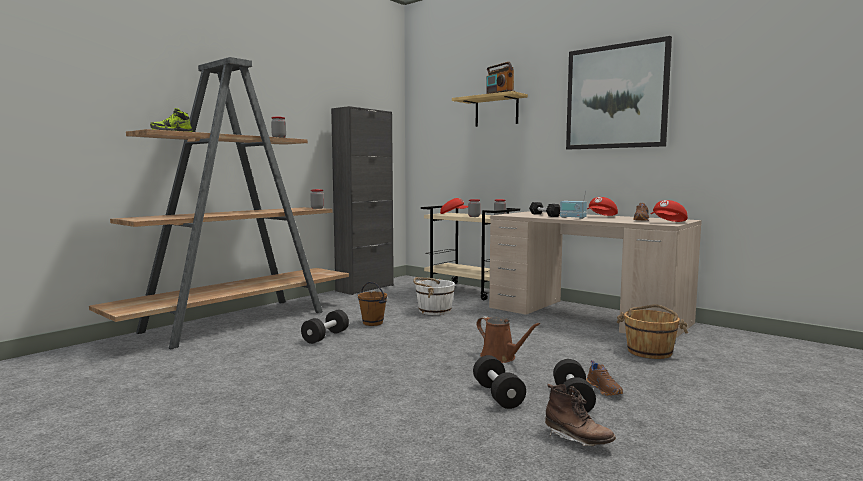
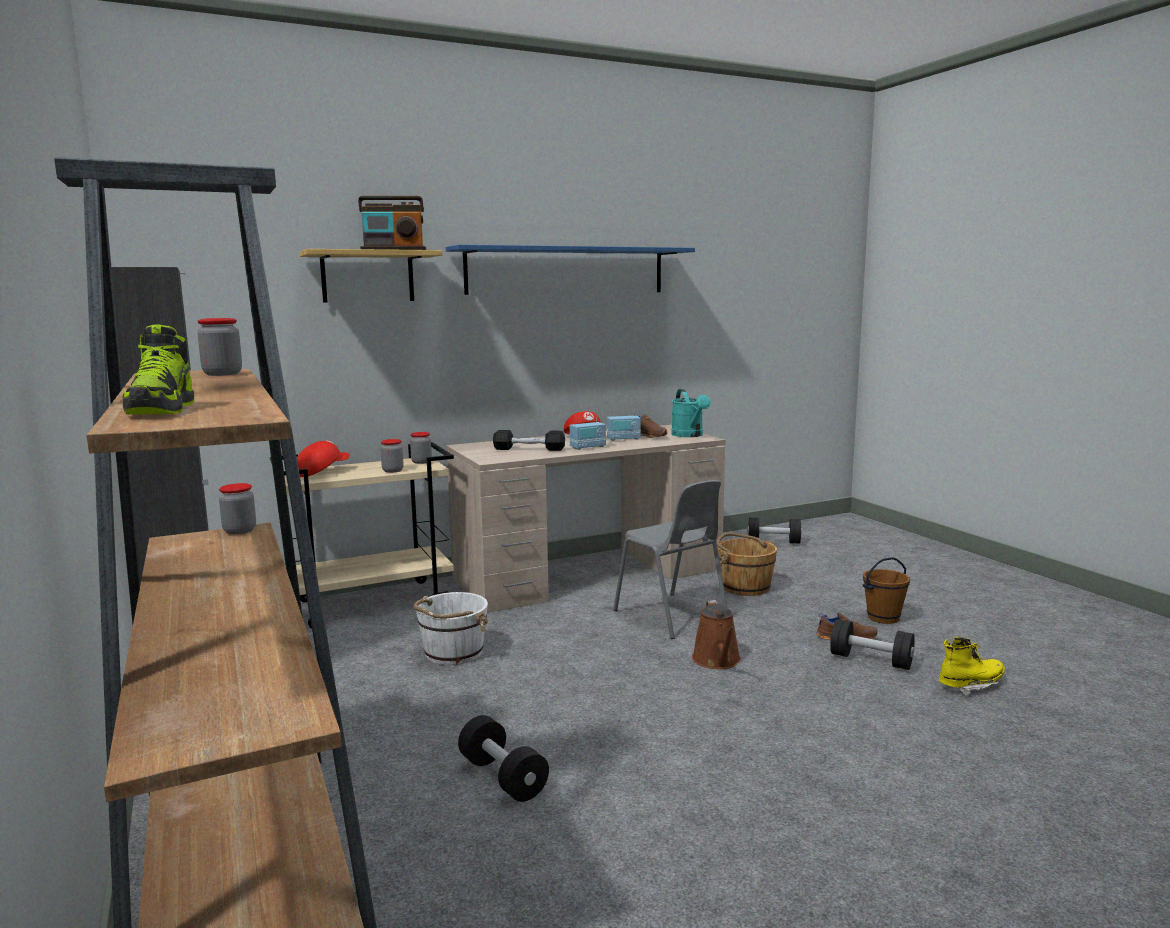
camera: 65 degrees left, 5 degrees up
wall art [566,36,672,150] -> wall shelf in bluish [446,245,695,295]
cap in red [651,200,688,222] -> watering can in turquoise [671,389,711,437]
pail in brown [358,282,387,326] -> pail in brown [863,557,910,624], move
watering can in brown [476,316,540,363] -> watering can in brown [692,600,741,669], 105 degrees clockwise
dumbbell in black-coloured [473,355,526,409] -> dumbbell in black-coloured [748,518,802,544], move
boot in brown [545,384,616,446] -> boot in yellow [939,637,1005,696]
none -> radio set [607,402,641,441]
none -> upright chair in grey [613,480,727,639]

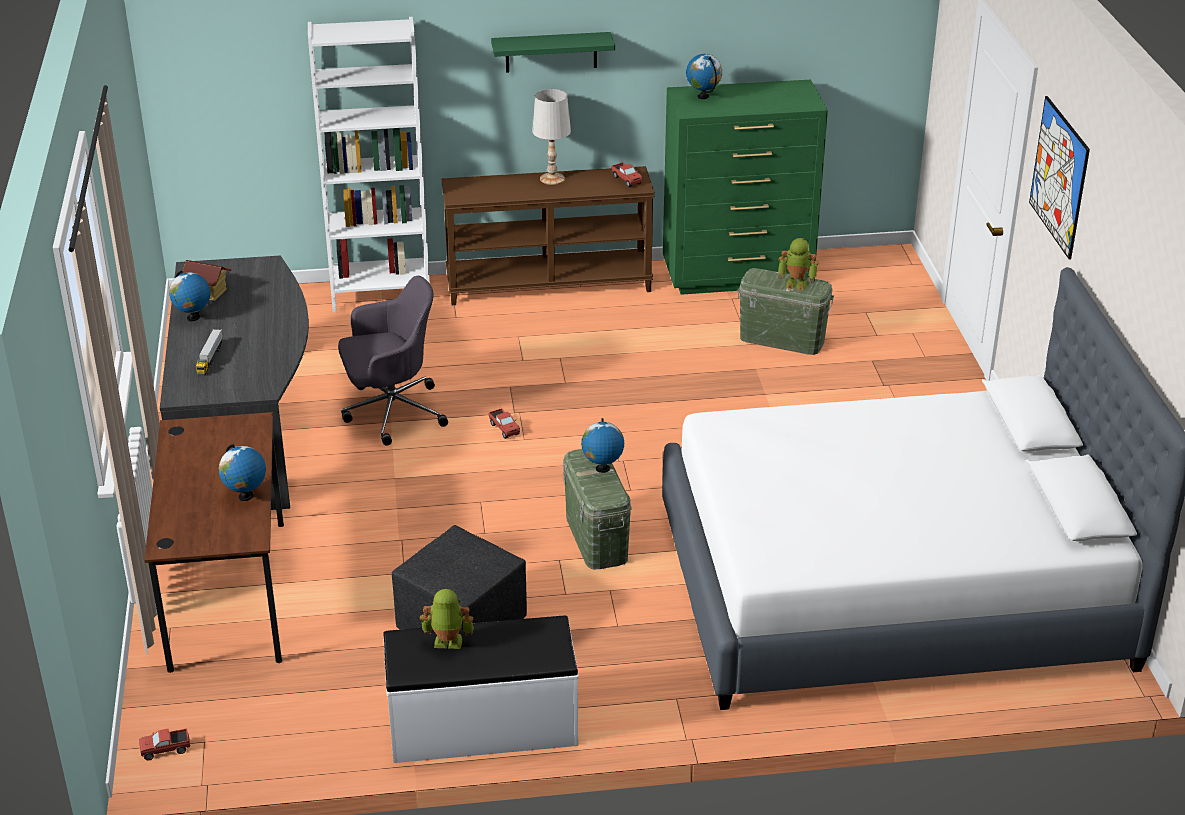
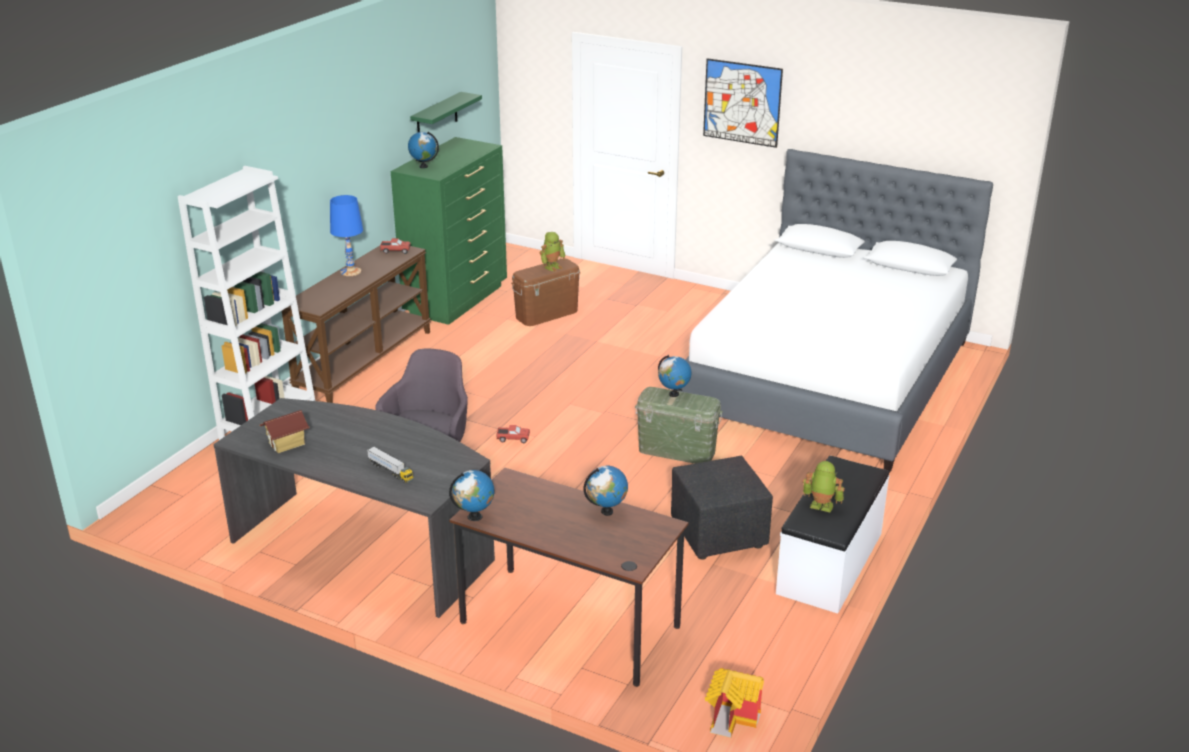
camera: 55 degrees left, 5 degrees down
wall shelf in green-coloured [491,32,615,73] -> wall shelf in green-coloured [410,92,482,132], move
tabletop lamp in whitish [532,89,571,185] -> tabletop lamp in bluish [330,195,363,276]
storage container in green-coloured [737,268,834,355] -> storage container in brown [511,259,580,326]
globe [169,270,210,321] -> globe [449,470,494,520], move
toy robot [420,589,474,649] -> toy robot [803,461,845,512], 75 degrees clockwise
toy truck [139,728,190,760] -> miniature house [705,668,764,738]

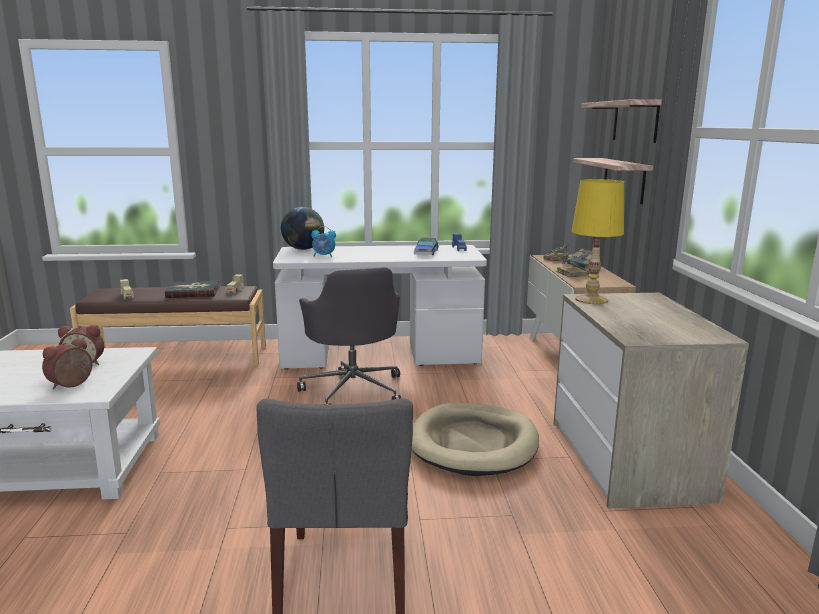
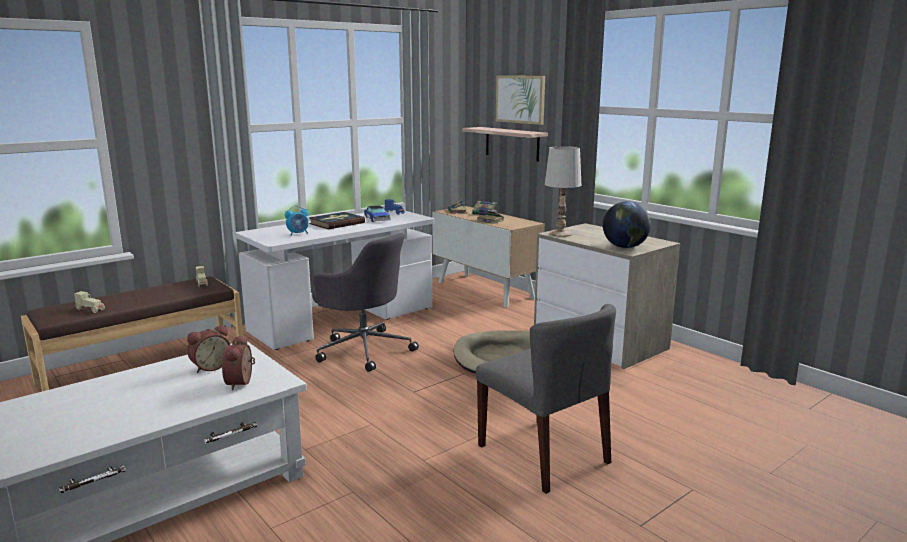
camera: 35 degrees left, 0 degrees up
wall shelf [581,99,662,143] -> wall art [496,76,545,125]
tabletop lamp in yellow [572,179,624,304] -> tabletop lamp in whitish [545,146,581,237]
globe [281,207,324,250] -> globe [603,201,651,248], move
book [165,281,220,298] -> book [309,212,365,229], move

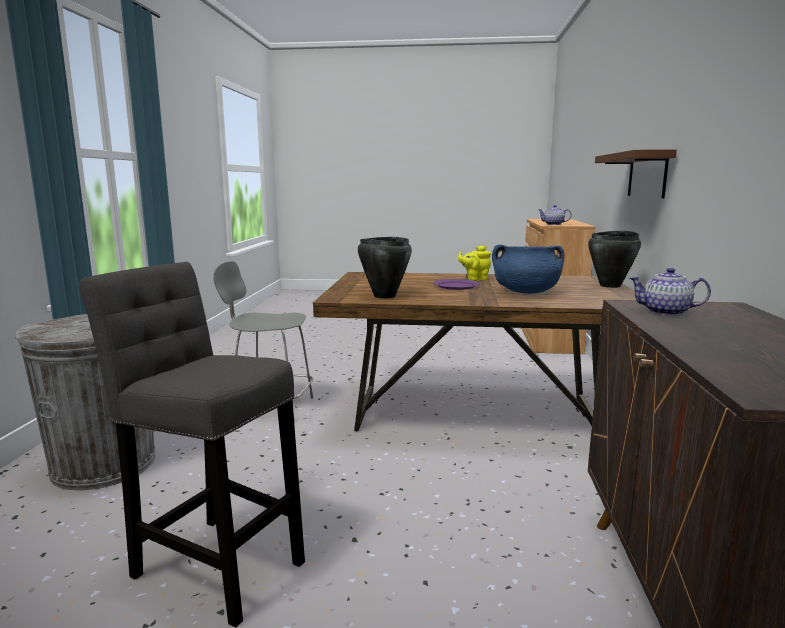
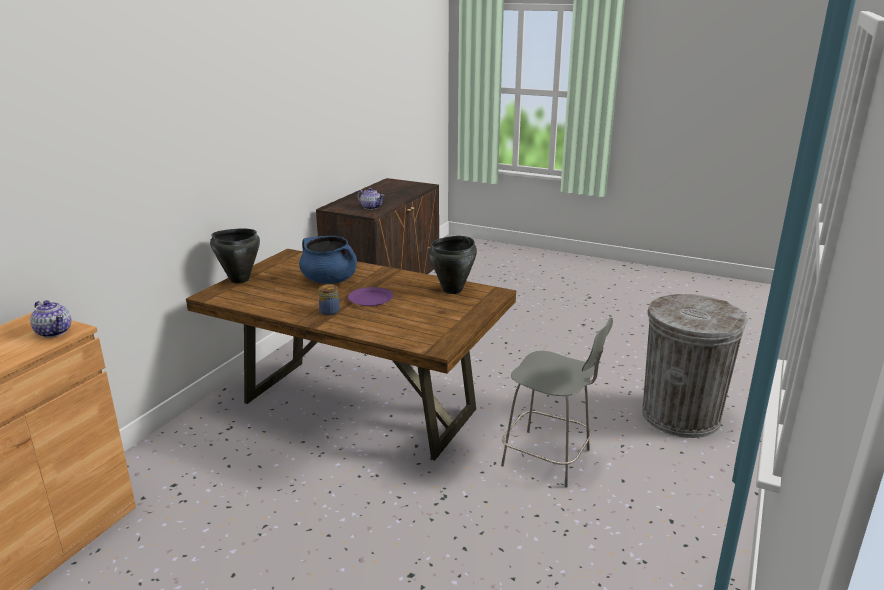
camera: 160 degrees left, 10 degrees up
wall shelf in brown [595,149,677,199] -> none
teapot in yellow [458,246,491,281] -> storage jar [319,284,340,316]
stool seat in grey [79,262,305,628] -> none

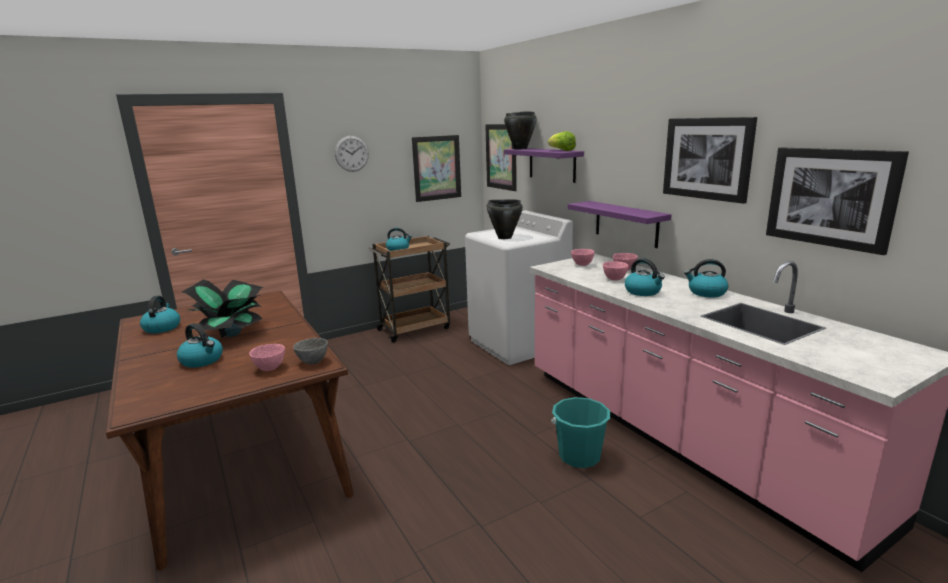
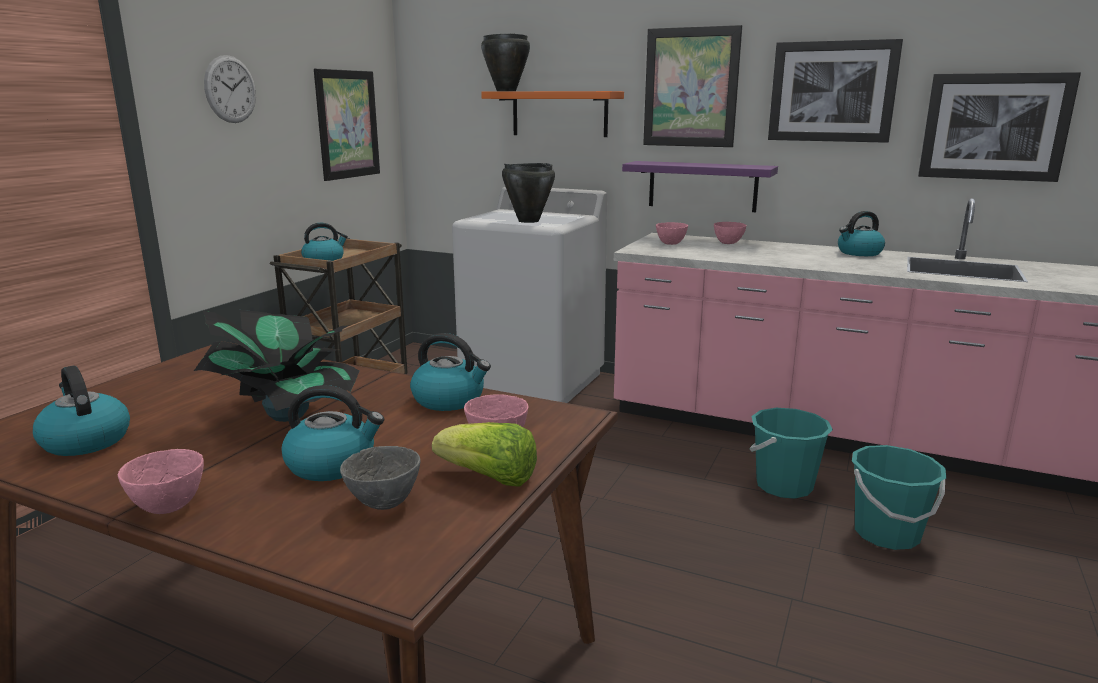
camera: 35 degrees left, 0 degrees up
wall art [485,124,517,191] -> wall art [643,25,742,147], move
lettuce [548,131,576,151] -> lettuce [432,422,537,487], move
wall shelf in purple [504,148,584,183] -> wall shelf in orange-coloured [481,91,624,137]
kettle [625,258,665,296] -> kettle [410,333,491,411], move
bowl in pink [603,261,629,281] -> bowl in pink [118,449,204,514], move
bowl in grey [293,338,328,365] -> bowl in grey [340,446,420,510], move
none -> pail in turquoise [852,445,946,550]

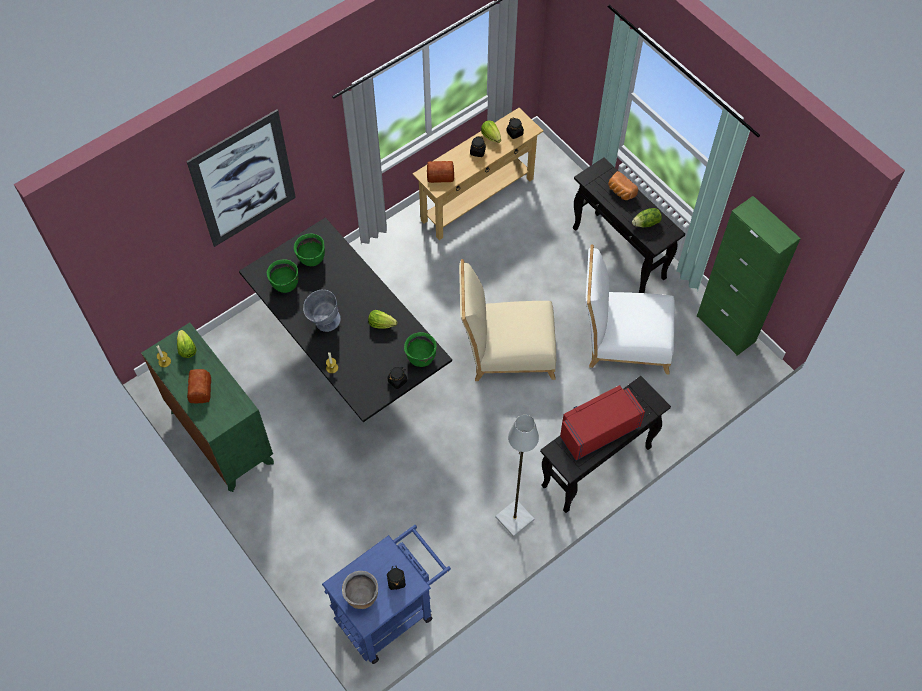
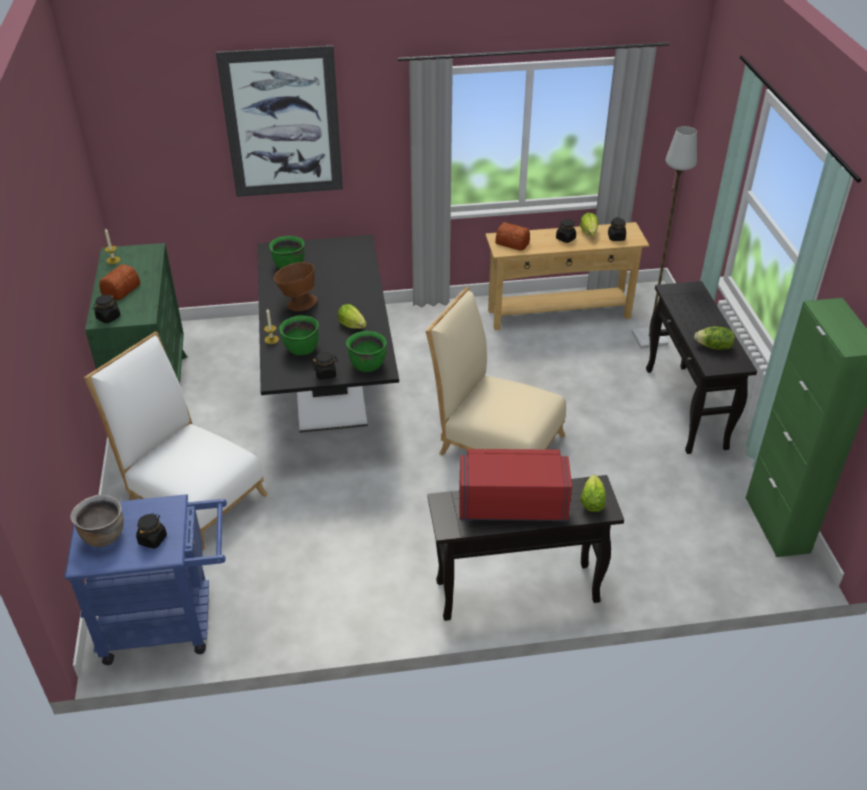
camera: 30 degrees right, 20 degrees down
bread [608,171,638,200] -> none
stockpot in green-coloured [294,233,325,266] -> stockpot in green-coloured [279,316,319,355], move
upright chair in whitish [586,245,675,374] -> upright chair in whitish [84,331,268,550], move
bowl in grey [303,290,341,332] -> bowl in brown [274,262,317,311]
lettuce [177,330,197,358] -> lettuce [580,475,606,512], move
standing lamp in grey [495,415,539,537] -> standing lamp in grey [632,126,697,349], move
none -> storage jar in black-coloured [93,294,120,323]

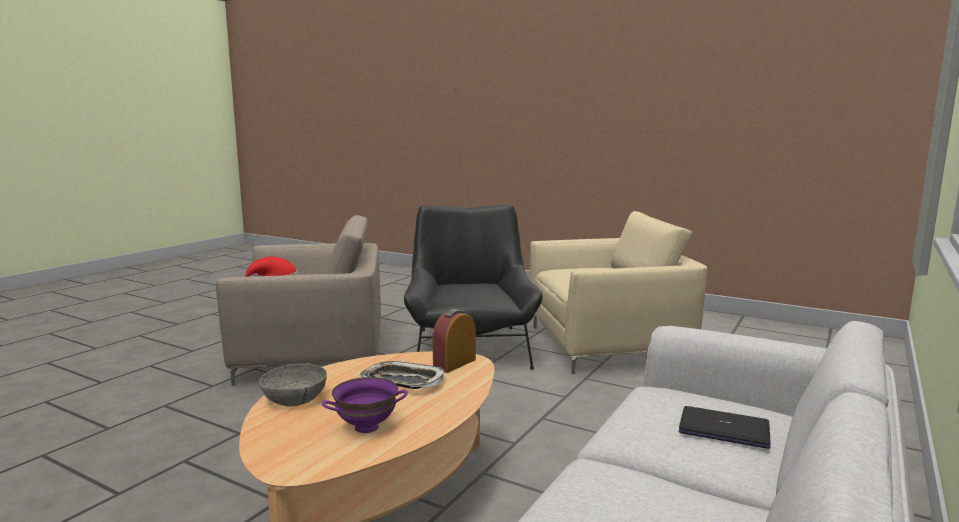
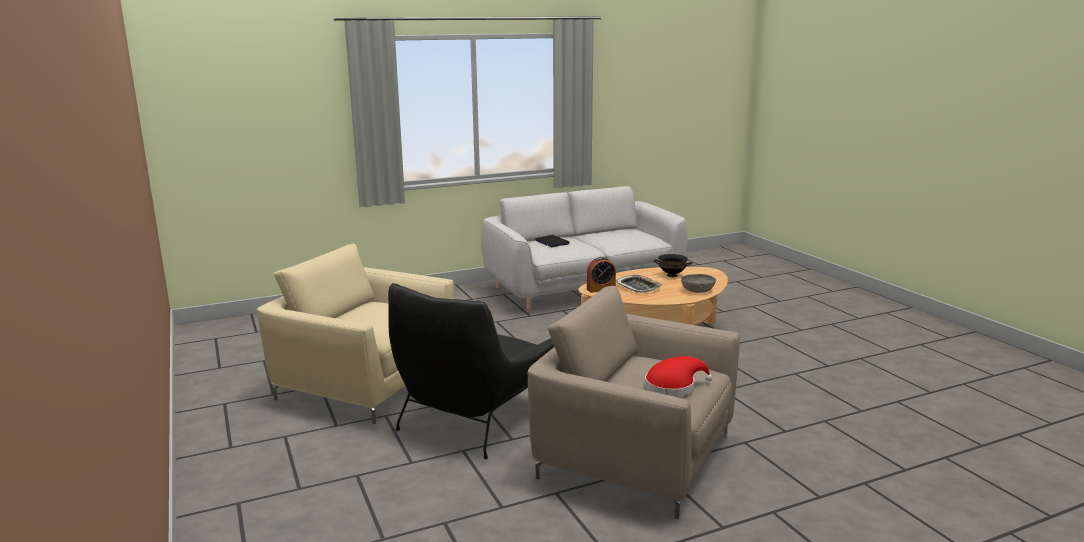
camera: 145 degrees left, 5 degrees up
bowl in purple [322,377,408,433] -> bowl in black-coloured [653,254,692,277]

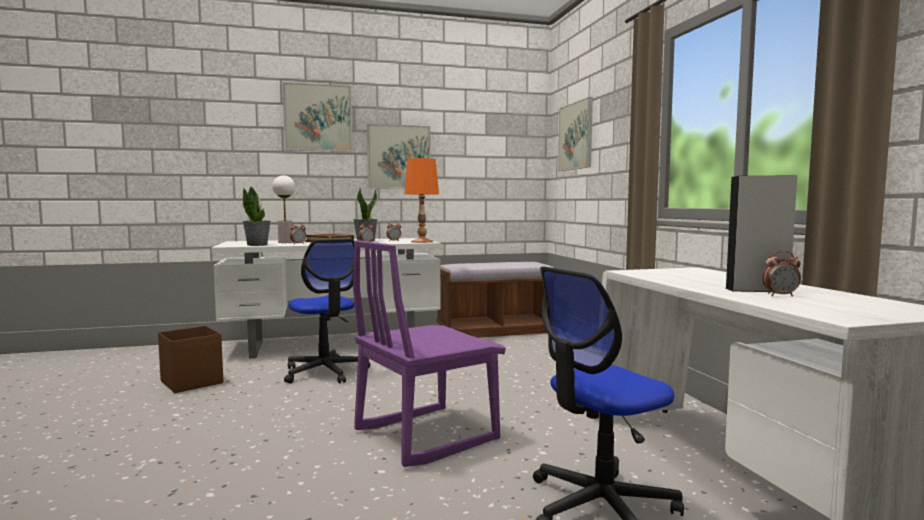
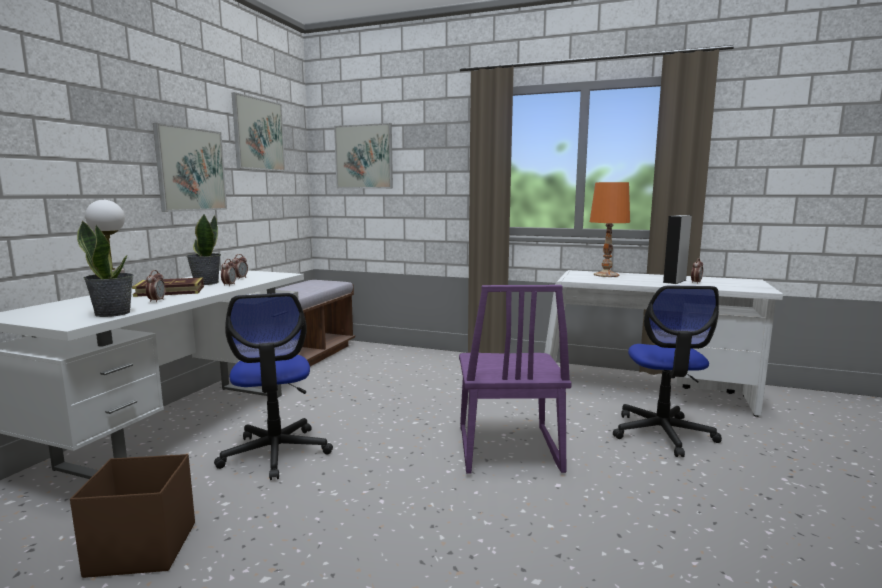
camera: 55 degrees left, 5 degrees up
wall art [283,82,352,152] -> wall art [232,92,285,171], move
tabletop lamp in orange-coloured [404,158,439,243] -> tabletop lamp in orange-coloured [590,182,630,277], move
office chair [284,238,371,384] -> office chair [214,293,333,480], 75 degrees clockwise

